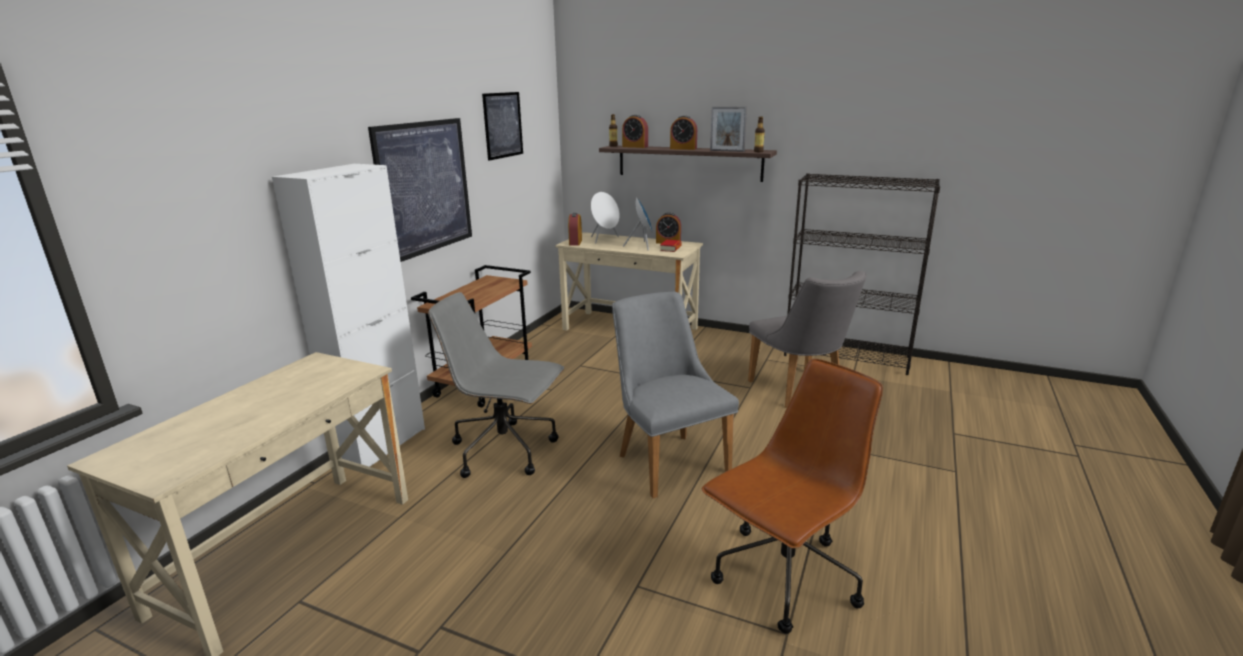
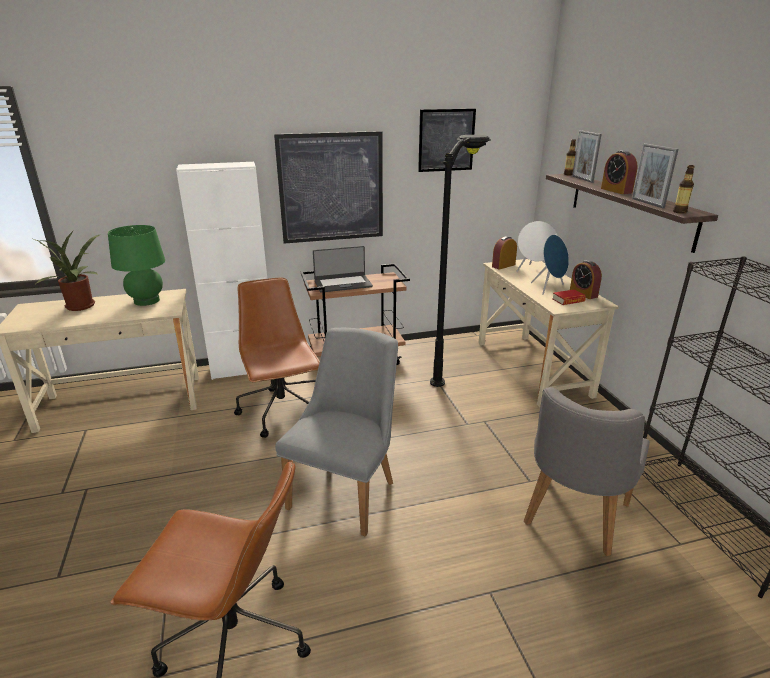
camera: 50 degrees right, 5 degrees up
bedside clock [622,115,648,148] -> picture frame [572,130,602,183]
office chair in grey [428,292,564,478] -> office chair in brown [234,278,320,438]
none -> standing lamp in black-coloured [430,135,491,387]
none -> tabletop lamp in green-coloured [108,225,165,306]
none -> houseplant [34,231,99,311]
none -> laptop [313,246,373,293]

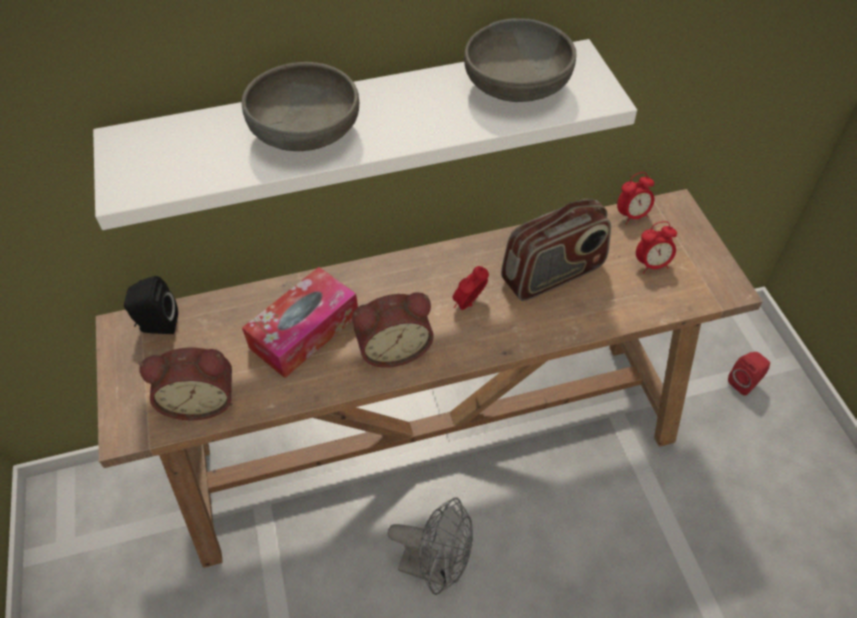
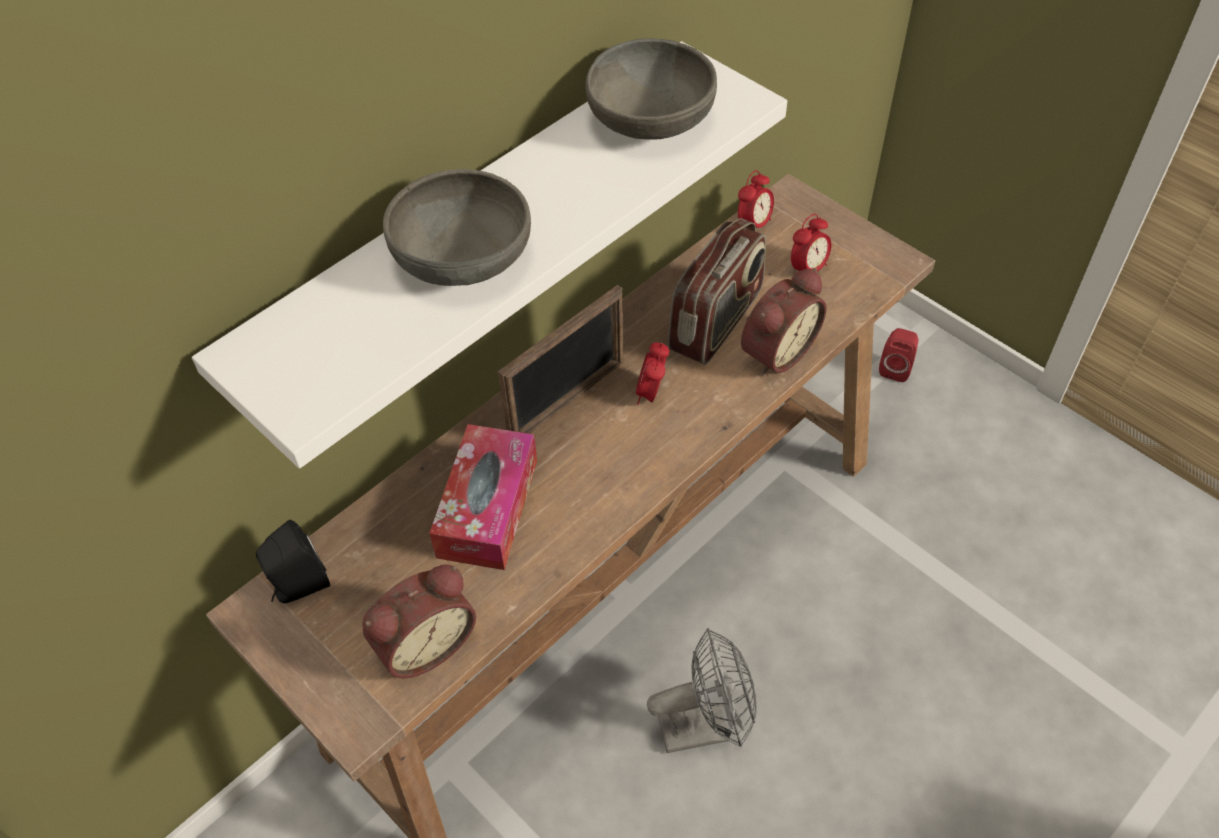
camera: 30 degrees left, 0 degrees up
bedside clock [352,292,433,368] -> bedside clock [741,268,827,376], move
none -> picture frame [498,285,623,434]

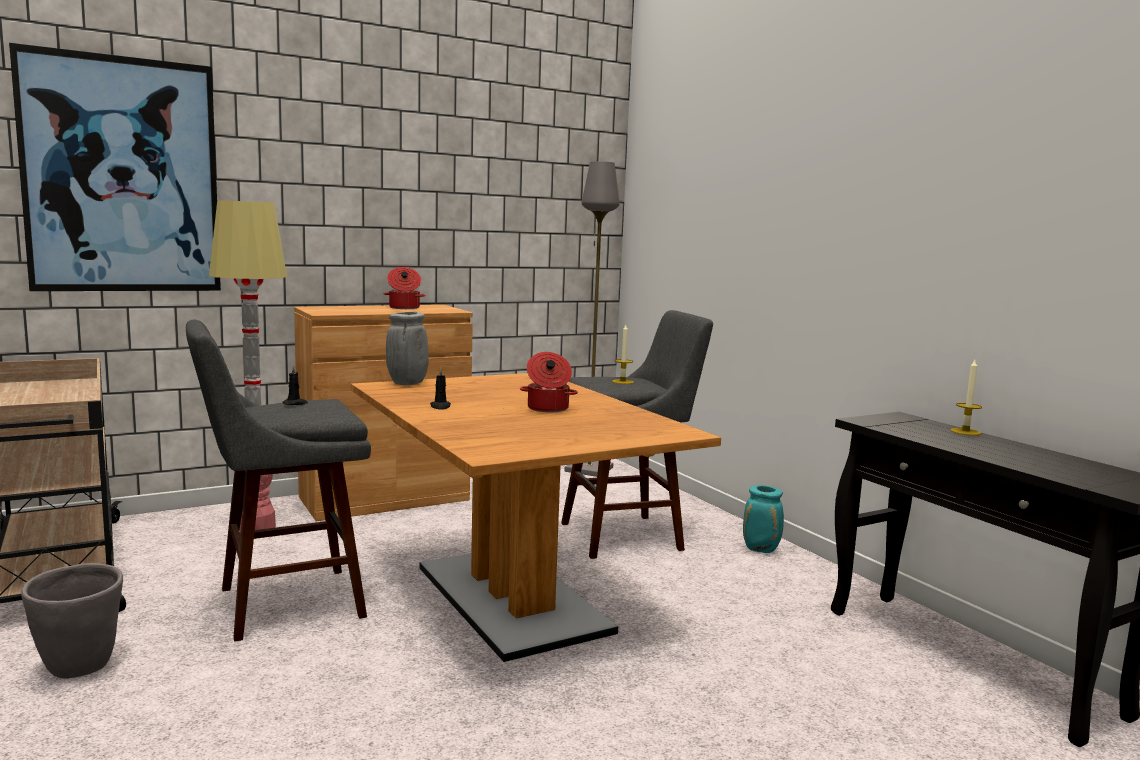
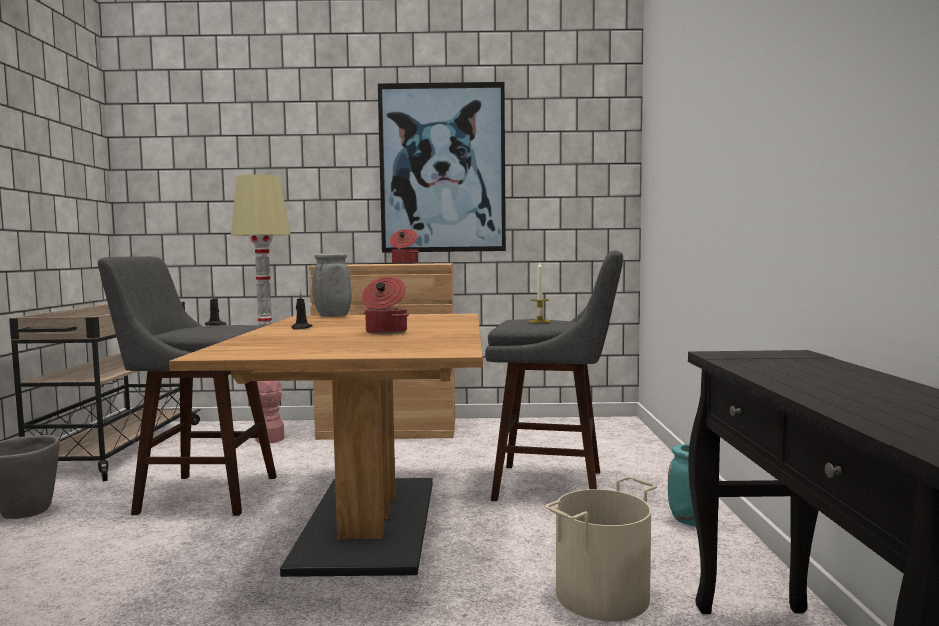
camera: 30 degrees right, 5 degrees down
wall art [9,43,221,291] -> wall art [378,82,506,253], move
standing lamp in grey [564,161,620,477] -> none
wax light [951,360,982,435] -> none
none -> pail in beige [545,476,657,621]

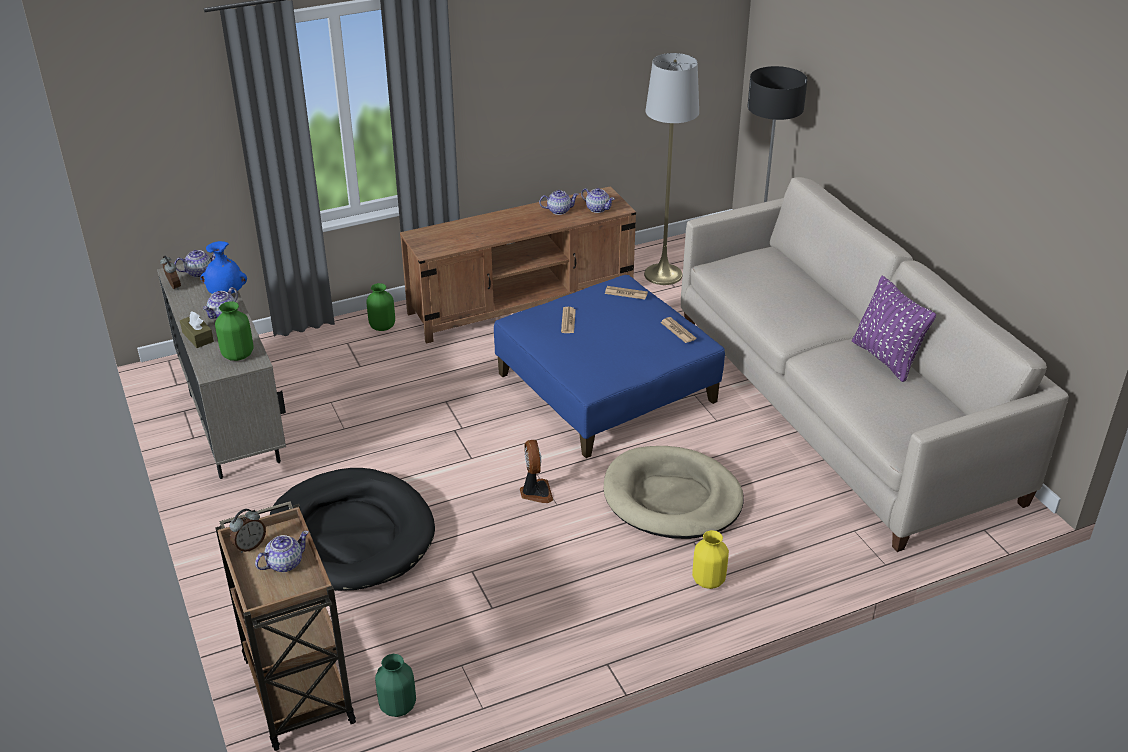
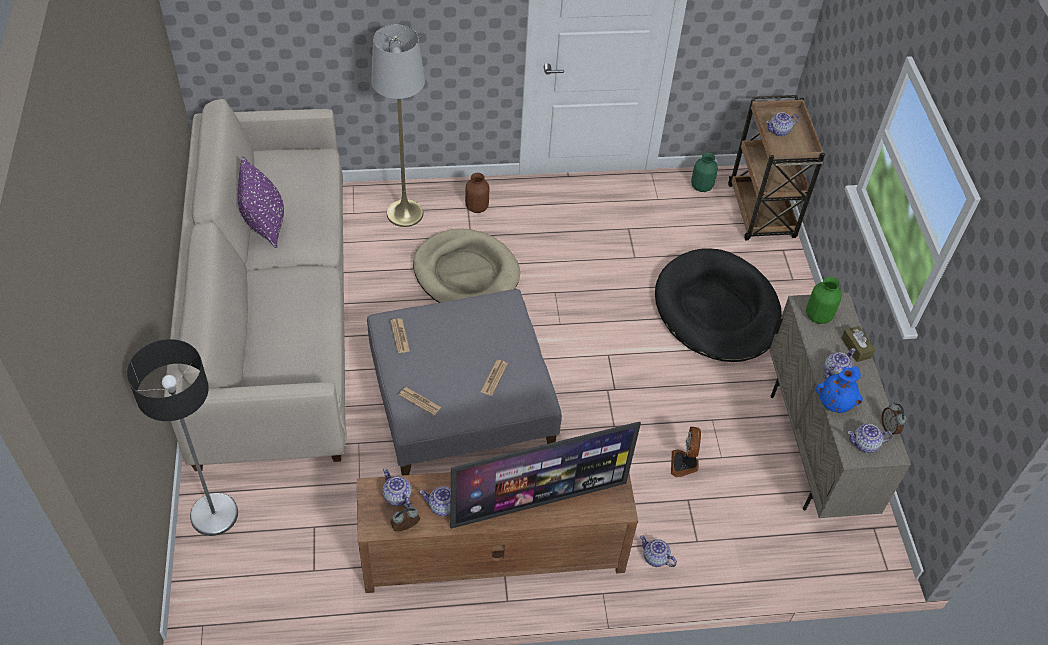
camera: 165 degrees left, 15 degrees up
standing lamp in grey [644,53,699,285] -> standing lamp in grey [371,24,425,227], move
ottoman in bluish [494,275,725,458] -> ottoman in grey [367,289,562,476]
flower vase in green-coloured [366,283,395,331] -> teapot [640,535,677,567]
cooling fan [520,440,553,503] -> cooling fan [671,427,701,477], move
bedside clock [230,509,266,553] -> bedside clock [390,506,420,531], move
flower vase in yellow [692,530,729,589] -> flower vase in brown [465,173,489,213]
none -> television [450,422,641,529]

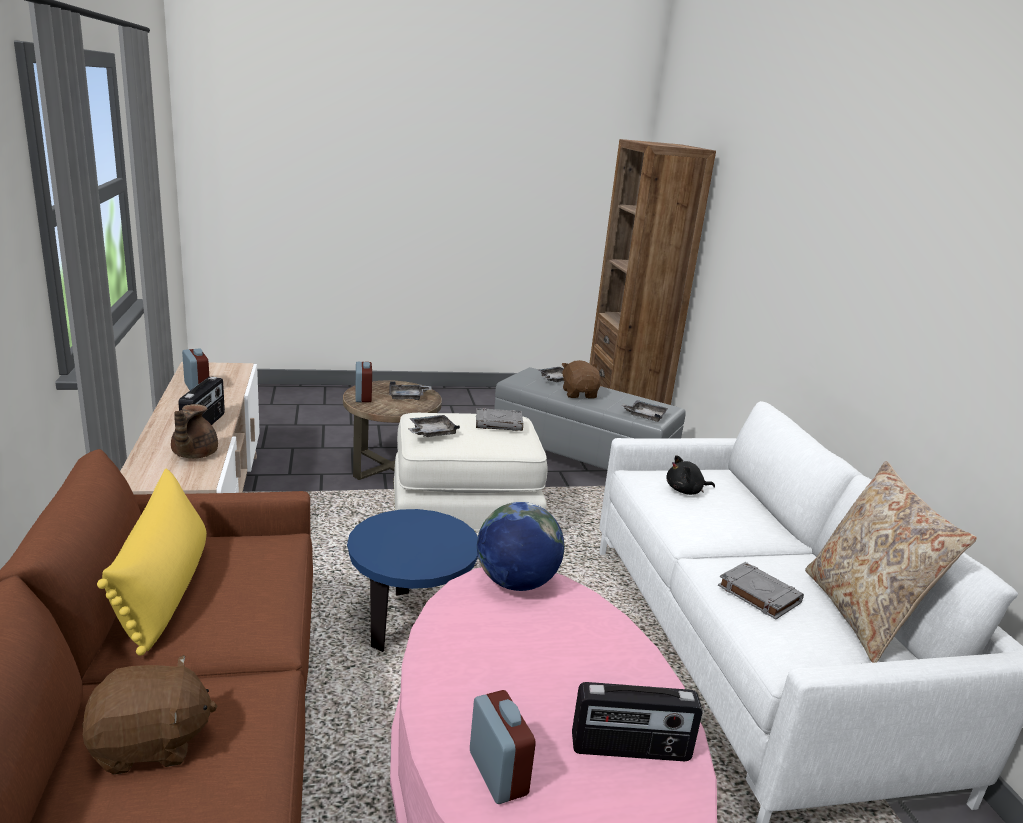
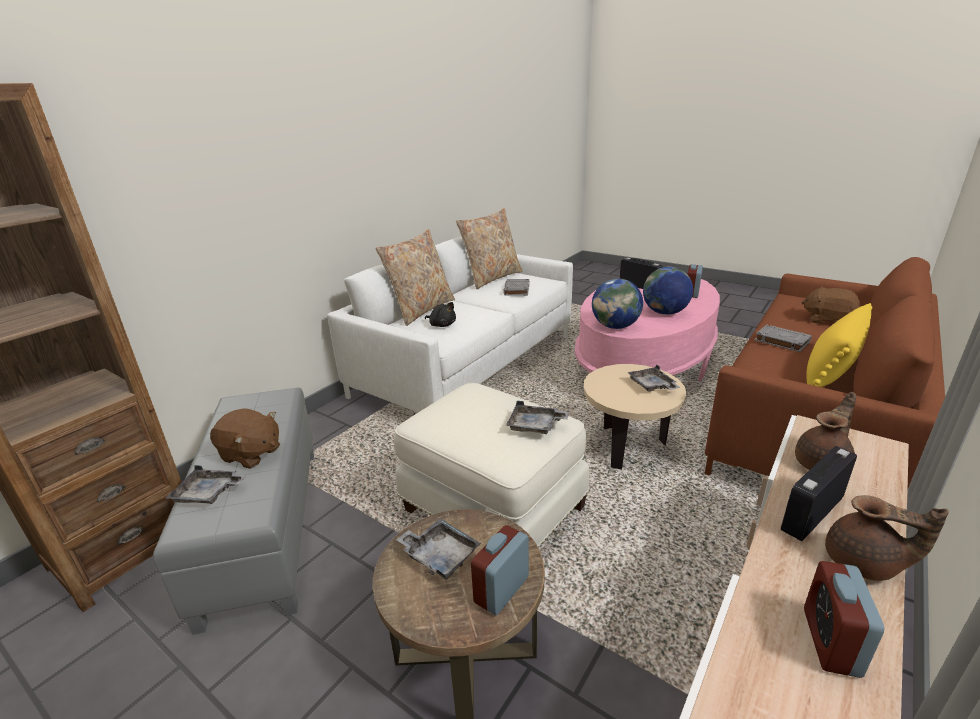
camera: 130 degrees left, 5 degrees up
soft toy in brown [561,360,601,399] -> soft toy in brown [210,408,280,469], 105 degrees counterclockwise
tray in grey [621,400,668,422] -> tray in grey [627,364,680,392], move
book in grey [476,408,523,431] -> book in grey [755,325,812,352], move
side table in bluish [347,509,478,652] -> side table in beige [584,364,687,470]
none -> throw pillow in beige [376,229,455,326]
none -> globe [643,267,693,315]
none -> teapot in brown [825,495,949,581]

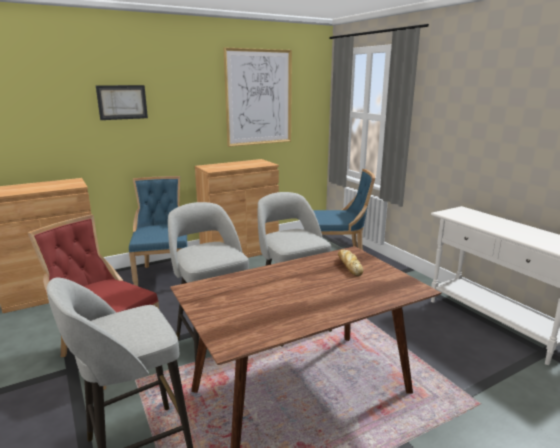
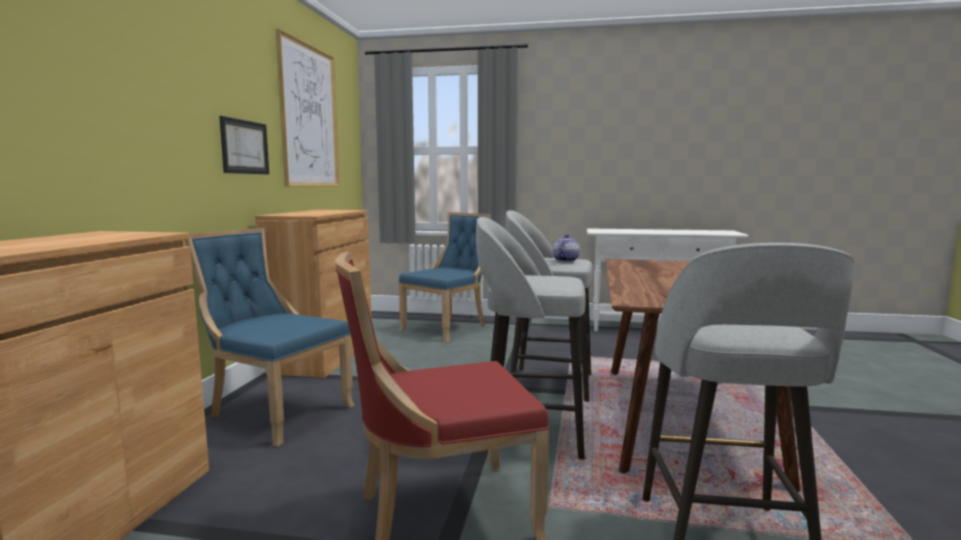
camera: 50 degrees left, 10 degrees down
wall art [96,85,148,120] -> wall art [219,116,269,174], move
bread [338,250,363,276] -> none
none -> teapot [553,234,580,262]

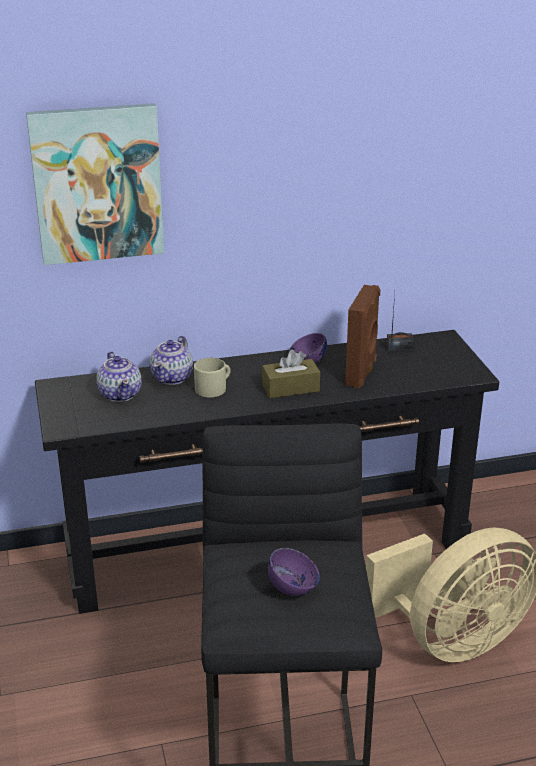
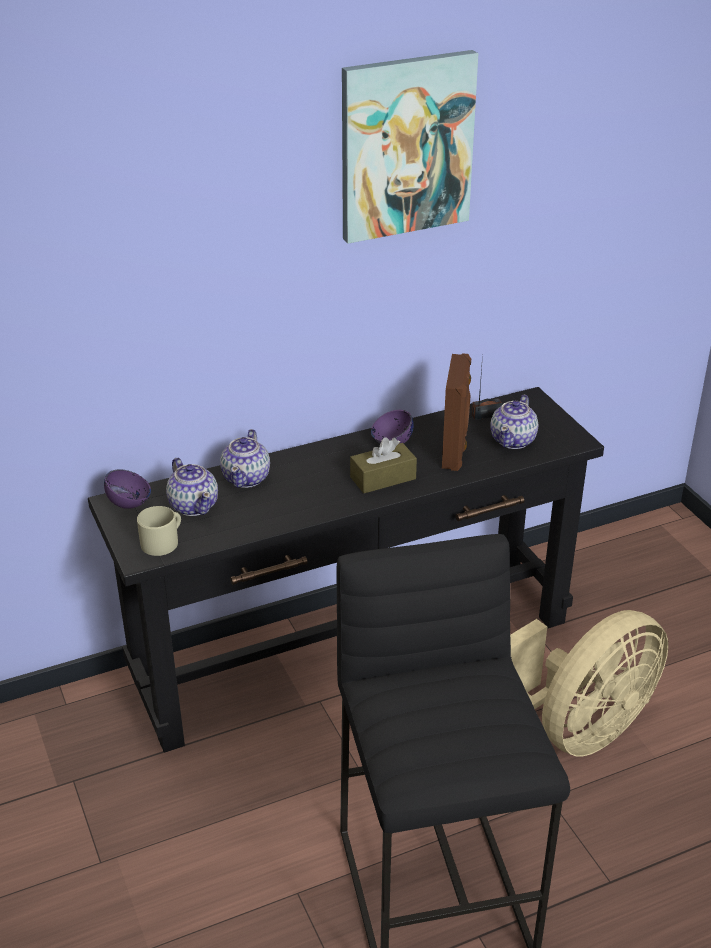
camera: 10 degrees left, 5 degrees up
wall art [26,103,164,265] -> wall art [342,50,478,244], move
tea mug in beige [194,358,231,397] -> tea mug in beige [137,506,181,556], move
bowl in purple [268,548,320,596] -> bowl in purple [104,469,151,509], move
none -> teapot [490,395,538,449]

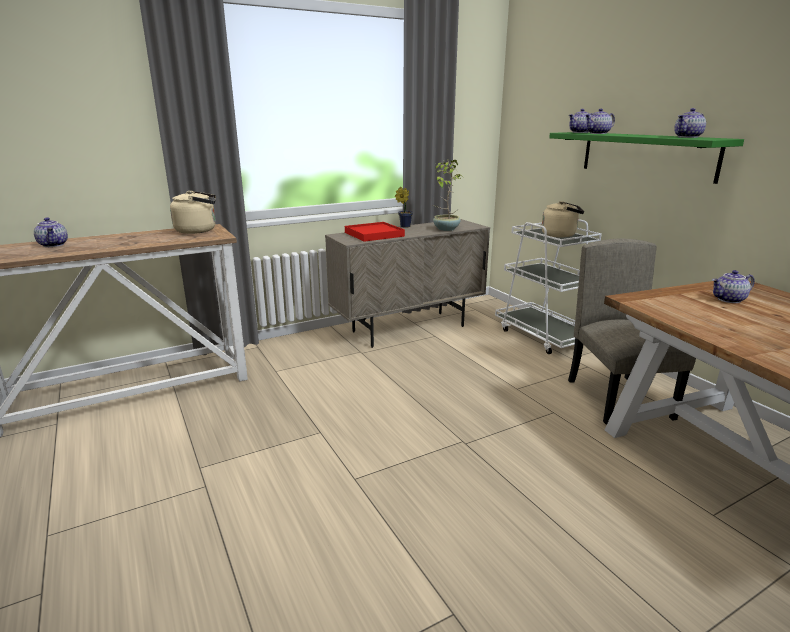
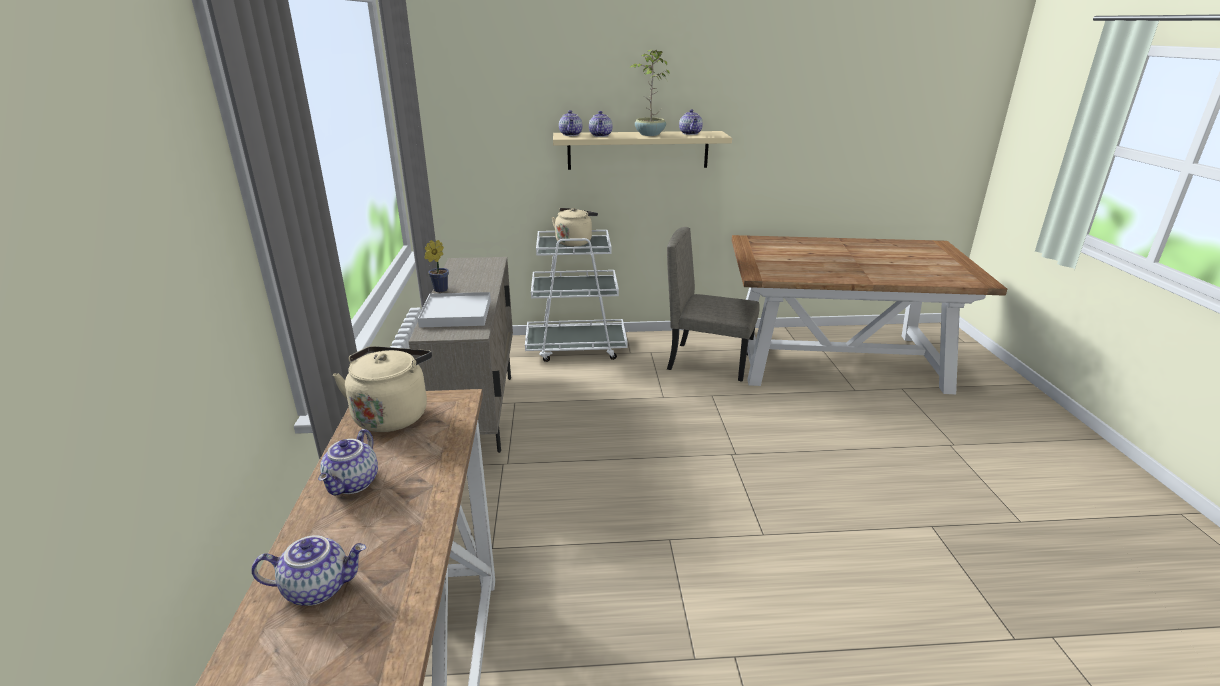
camera: 65 degrees left, 5 degrees up
wall shelf in green-coloured [549,132,744,184] -> wall shelf in beige [553,131,732,170]
houseplant [433,160,463,231] -> houseplant [629,50,670,136], move
tray in red [345,222,405,242] -> tray in whitish [418,292,491,328]
teapot [712,270,755,303] -> teapot [318,429,378,496], move

